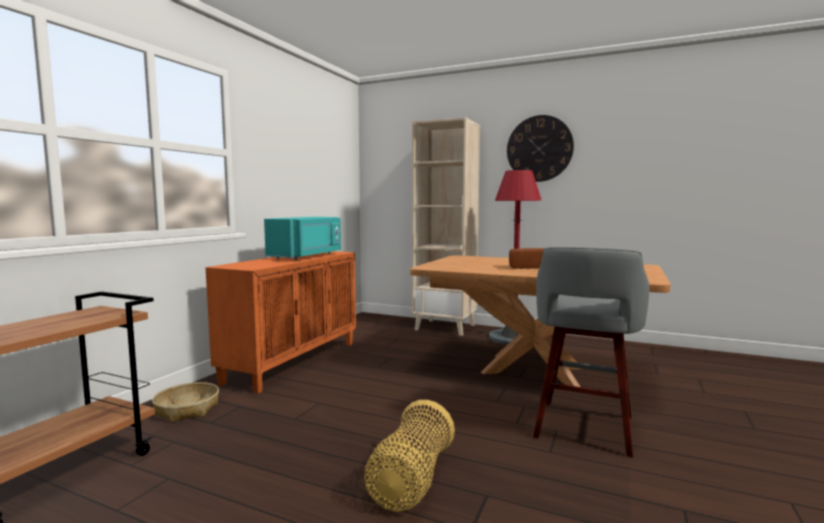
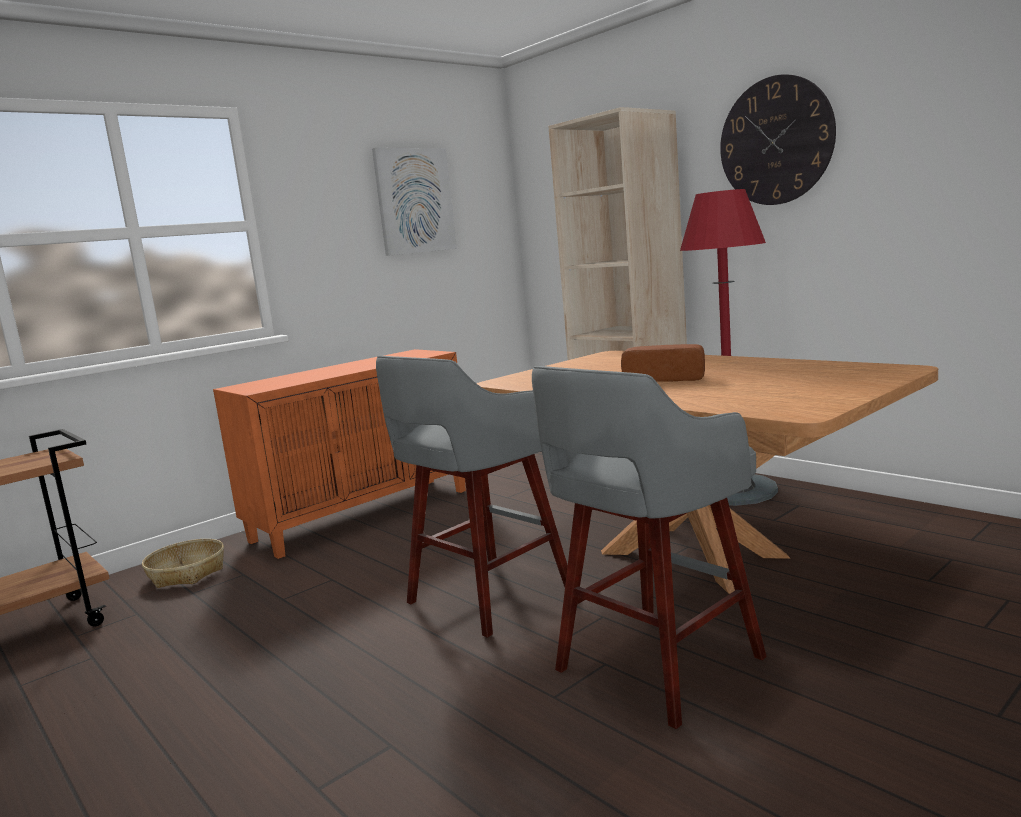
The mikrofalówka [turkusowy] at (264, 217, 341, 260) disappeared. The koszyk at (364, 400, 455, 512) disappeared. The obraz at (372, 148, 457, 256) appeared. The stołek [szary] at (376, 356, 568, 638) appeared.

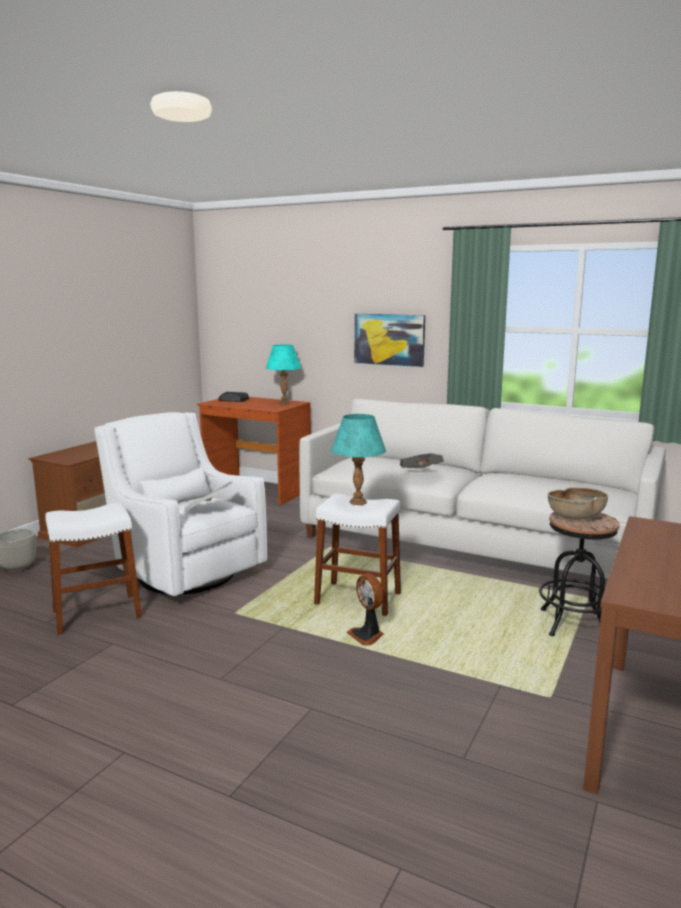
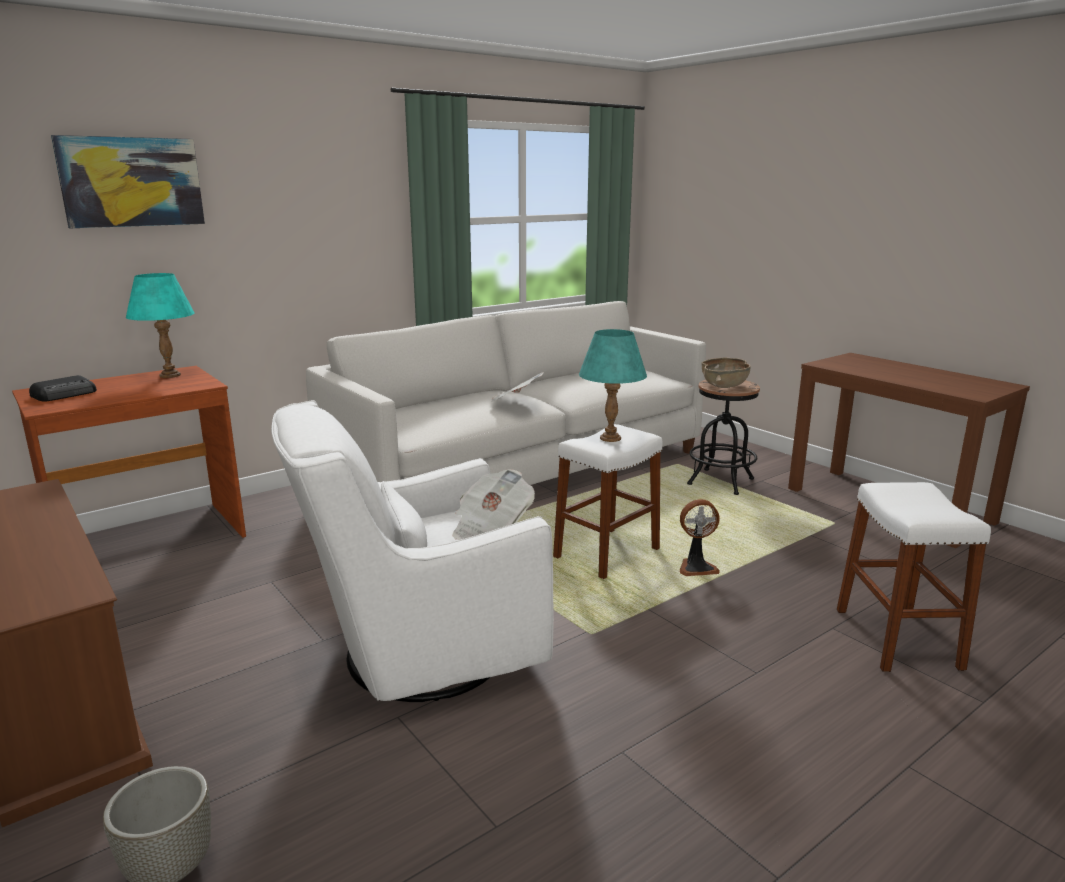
The obraz moved from (354, 314, 425, 367) to (51, 135, 205, 228). The stołek [biały] moved from (45, 503, 142, 635) to (837, 482, 991, 672).

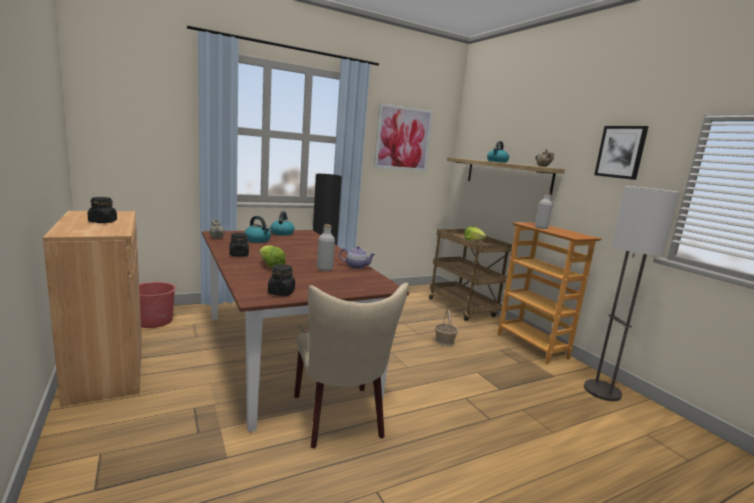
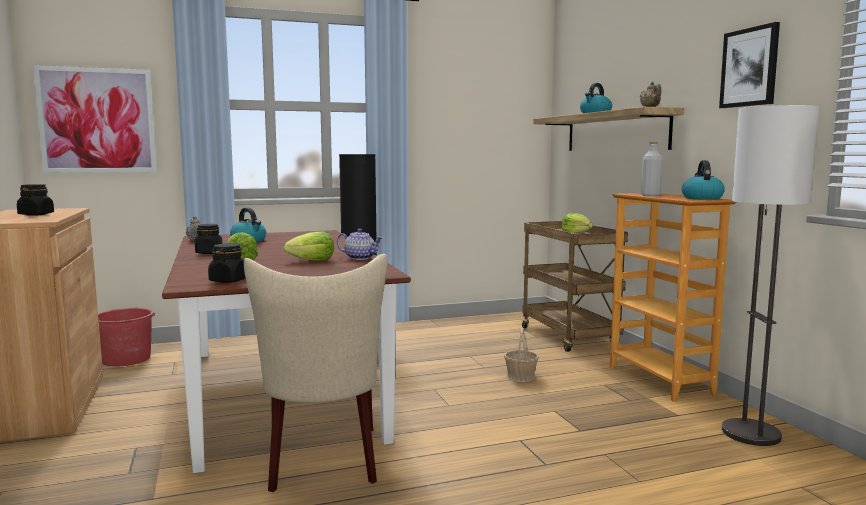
The obraz moved from (374, 103, 433, 171) to (33, 65, 157, 173). The czajnik moved from (270, 211, 295, 236) to (682, 160, 725, 200). The butelka [szary] at (317, 225, 335, 271) was replaced by the sałata at (283, 231, 334, 261).

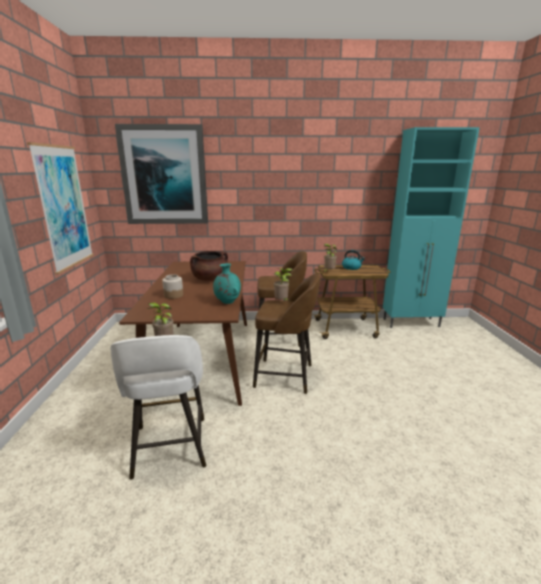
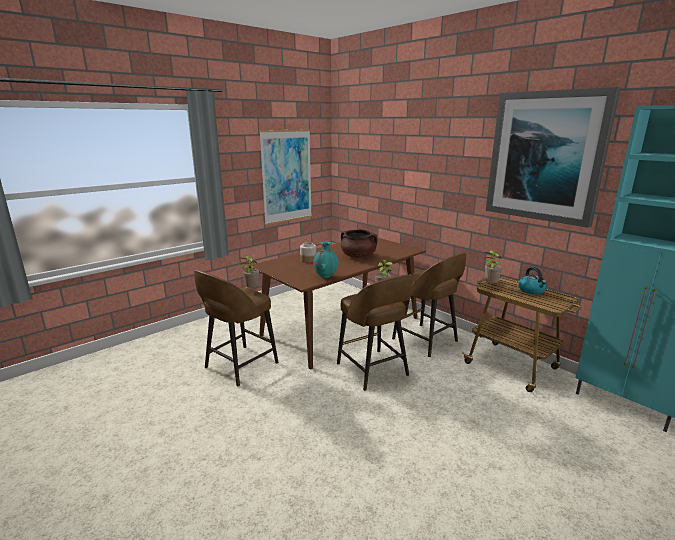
The obraz moved from (115, 124, 208, 224) to (486, 87, 621, 228). The stołek [biały] at (111, 335, 206, 479) became the stołek [brązowy] at (194, 270, 278, 386).

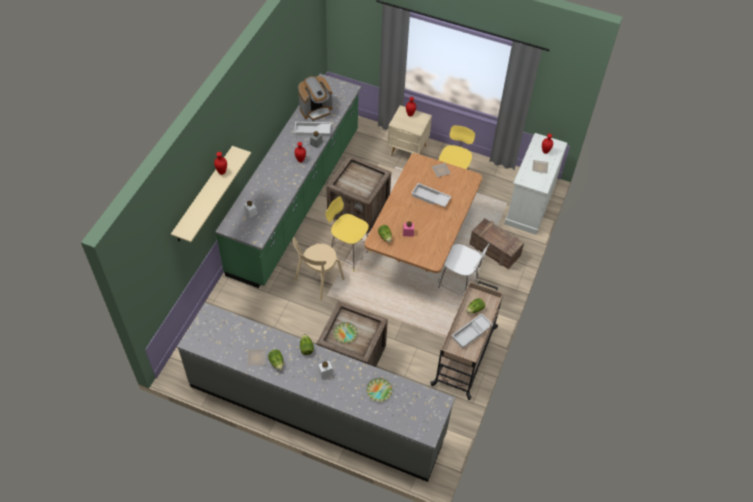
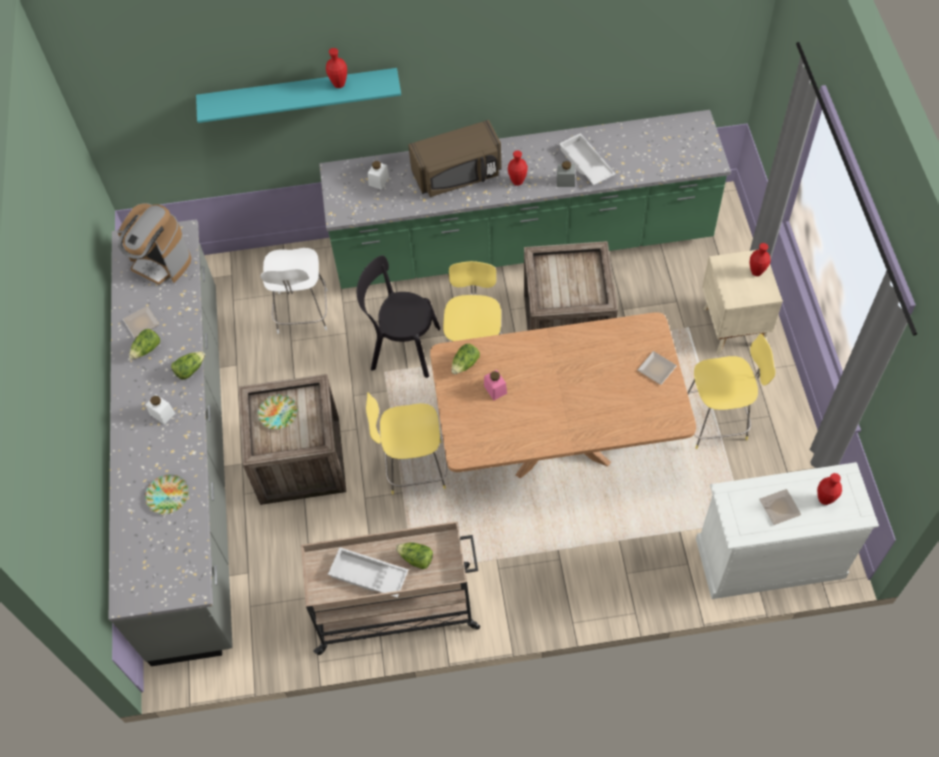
The ekspres do kawy moved from (298, 76, 333, 121) to (118, 203, 191, 286). The półka [beżowy] at (171, 146, 251, 242) became the półka [turkusowy] at (196, 68, 401, 123). The taca [biały] at (412, 183, 452, 207) disappeared. The skrzynka at (470, 218, 524, 269) disappeared. The krzesło [beżowy] at (293, 237, 345, 300) became the krzesło [czarny] at (357, 255, 440, 378). The stołek [biały] moved from (438, 244, 489, 295) to (261, 248, 327, 334). The mikrofalówka [brązowy] at (408, 120, 502, 197) appeared. The stołek [żółty] at (366, 392, 447, 495) appeared.

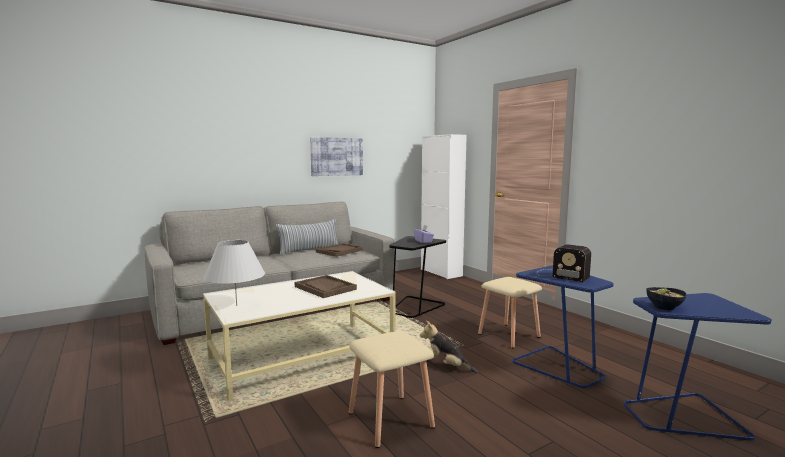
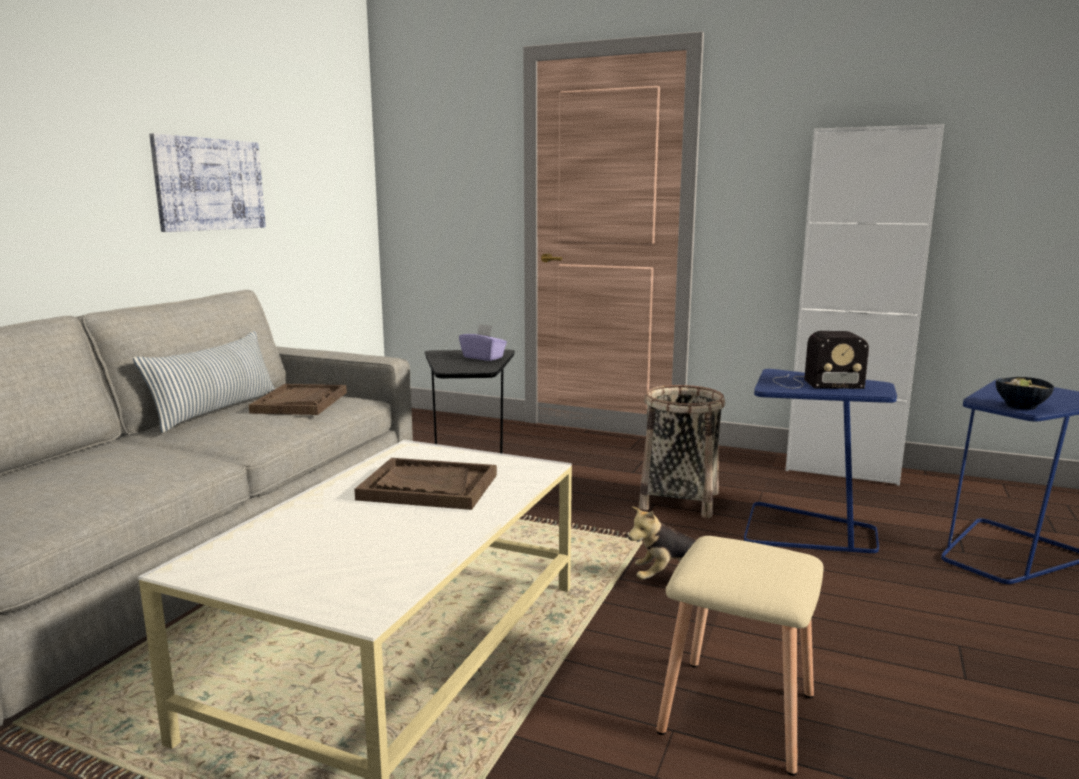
The szafka [biały] moved from (421, 134, 467, 279) to (786, 124, 944, 486). The lampa stołowa [biały] at (203, 240, 265, 306) disappeared. The stołek [beżowy] at (478, 277, 542, 348) was replaced by the koszyk at (639, 385, 725, 518).

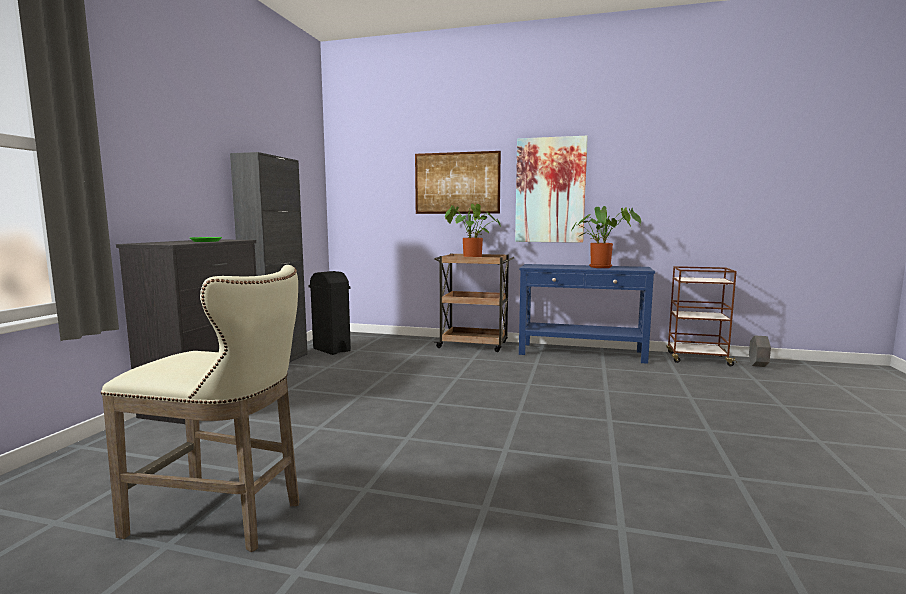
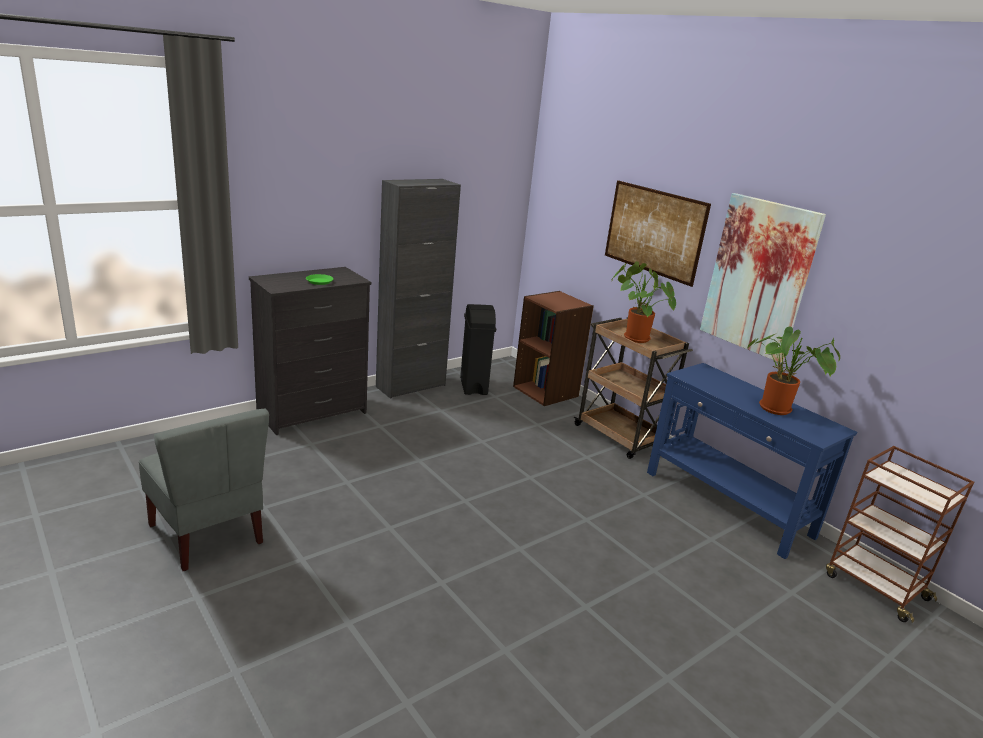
The stołek [beżowy] at (101, 265, 300, 552) was replaced by the krzesło [szary] at (139, 408, 269, 571). The donica [szary] at (749, 335, 771, 367) disappeared. The regał [brązowy] at (513, 291, 594, 406) appeared.

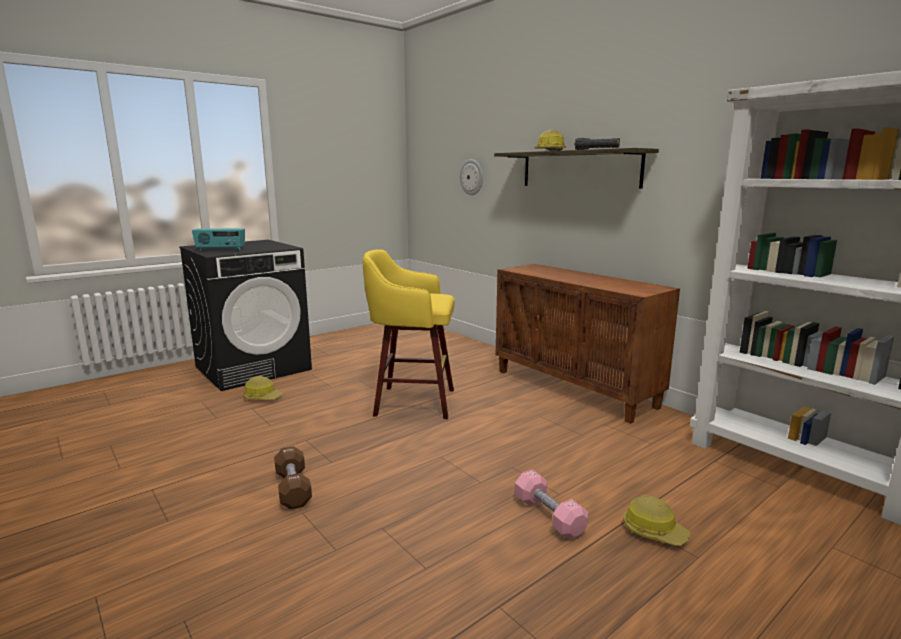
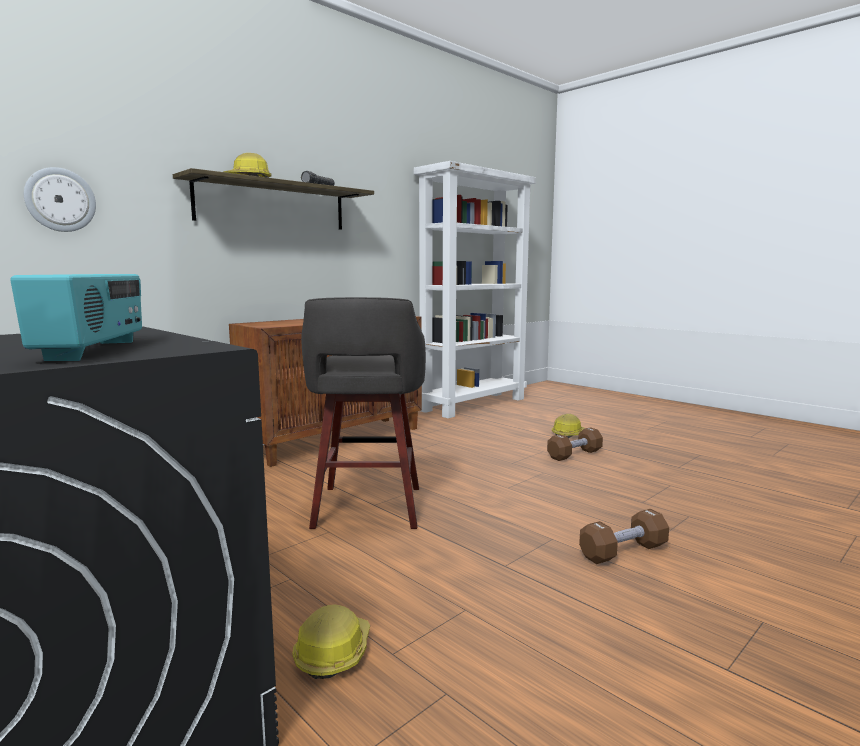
The stołek [żółty] at (363, 250, 454, 419) became the stołek [szary] at (301, 297, 426, 529). The hantel [różowy] at (515, 469, 588, 539) became the hantel [brązowy] at (547, 427, 603, 461).

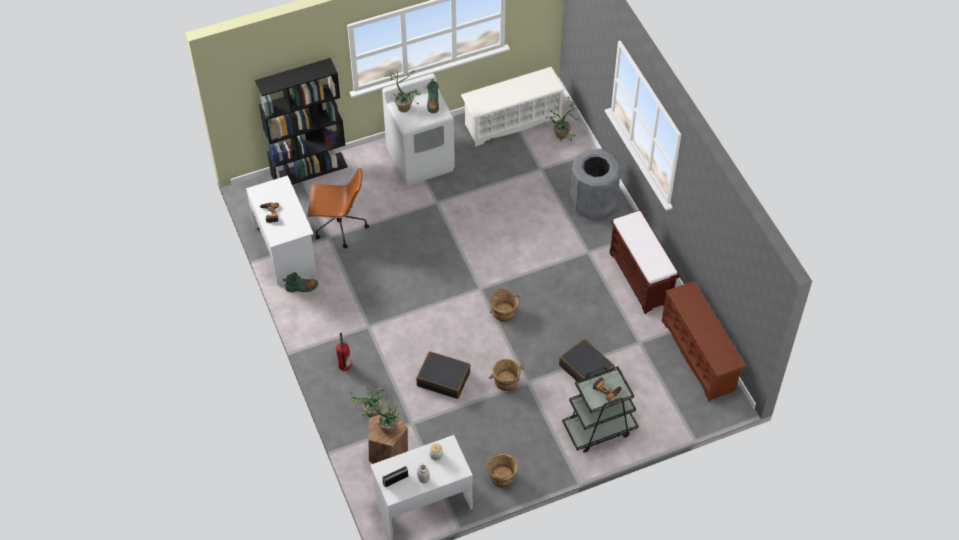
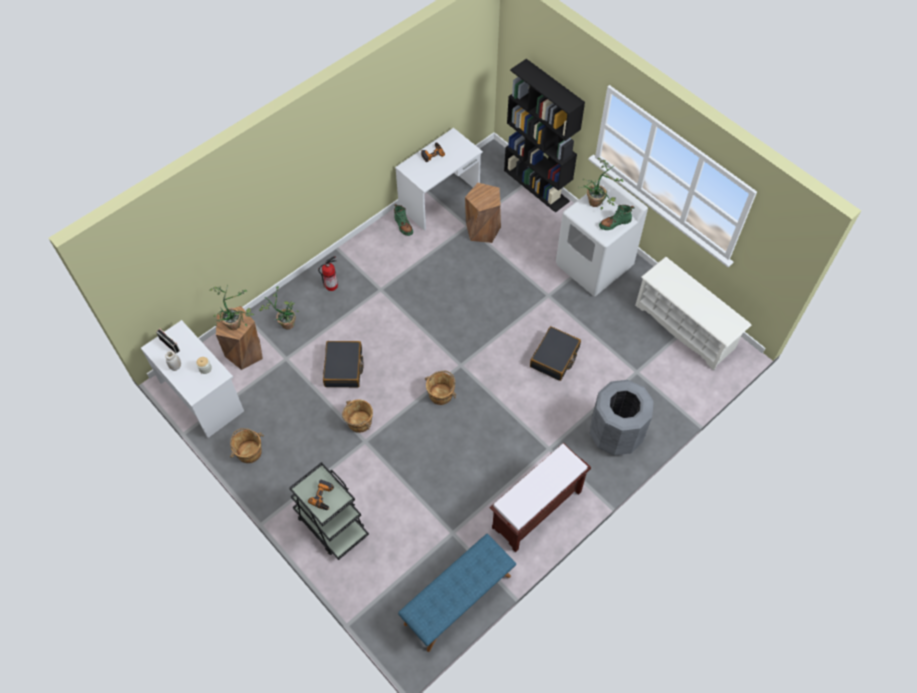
The roślina doniczkowa at (545, 97, 581, 142) disappeared. The krzesło biurowe [brązowy] at (308, 168, 369, 248) was replaced by the stołek [brązowy] at (465, 183, 501, 243). The regał na buty [brązowy] at (662, 281, 746, 402) was replaced by the ławka [niebieski] at (398, 534, 516, 652). The walizka [czarny] moved from (559, 339, 615, 382) to (530, 326, 581, 381).

